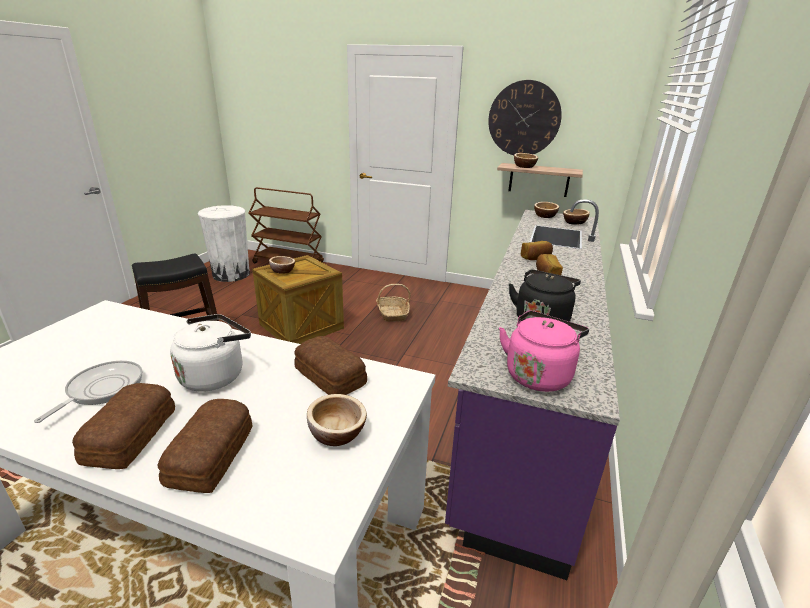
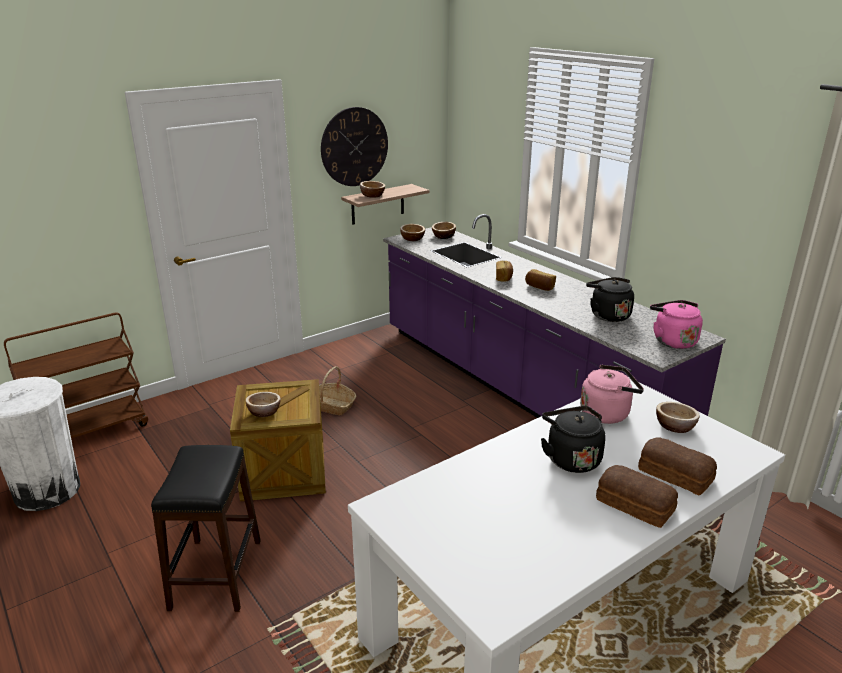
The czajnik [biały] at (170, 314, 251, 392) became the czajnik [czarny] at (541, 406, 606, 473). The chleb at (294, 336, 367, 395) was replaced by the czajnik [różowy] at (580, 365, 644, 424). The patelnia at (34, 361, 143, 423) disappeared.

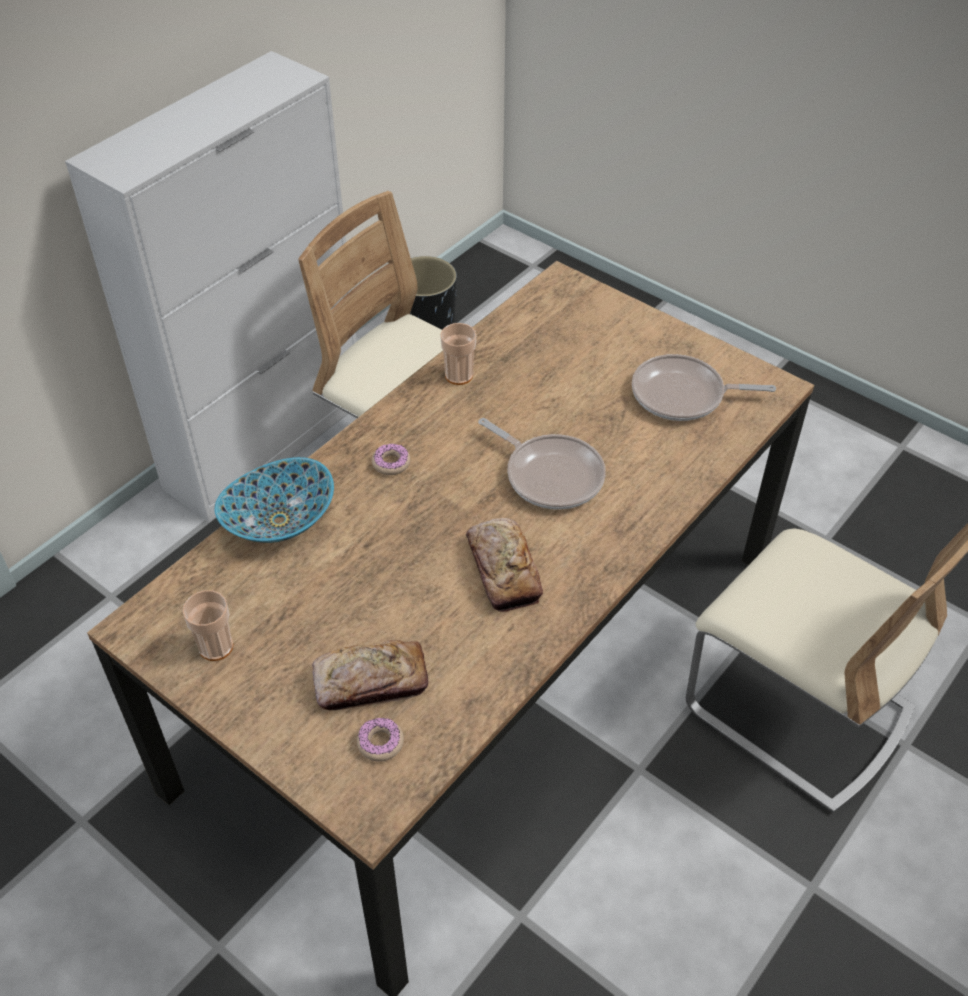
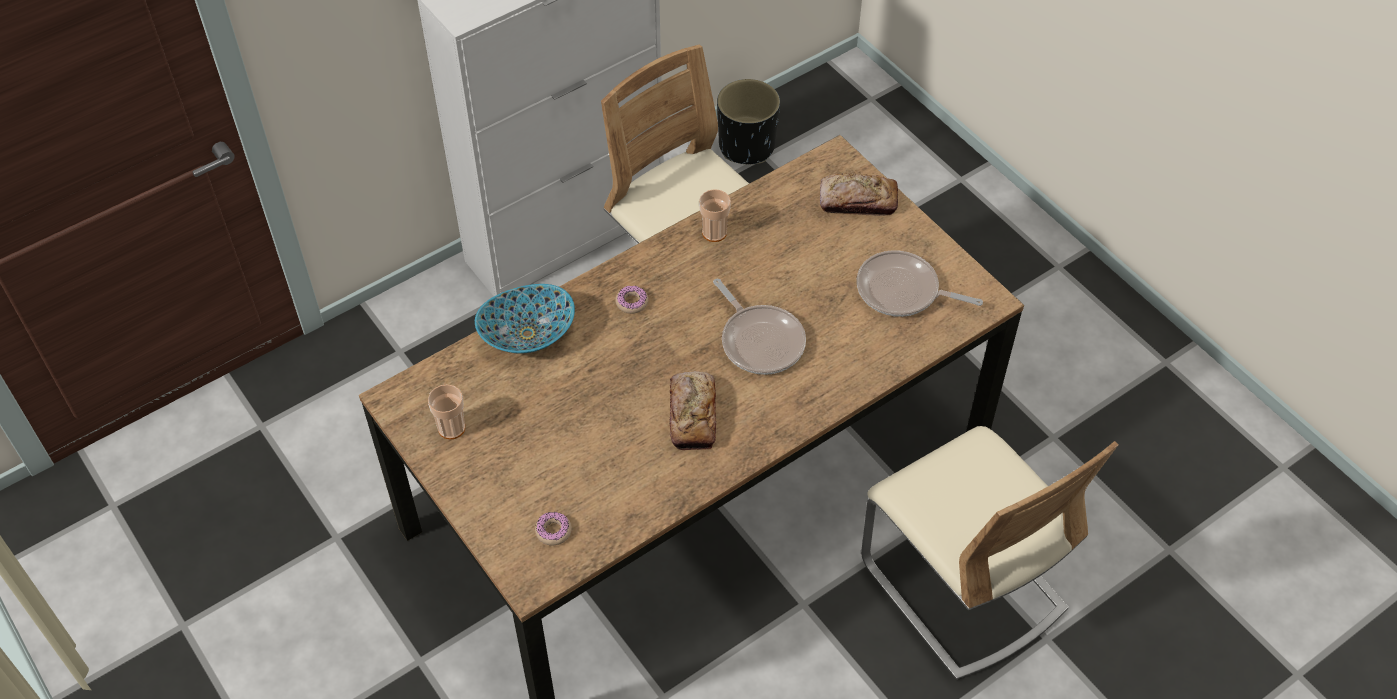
The chleb moved from (312, 640, 428, 710) to (820, 173, 898, 216).

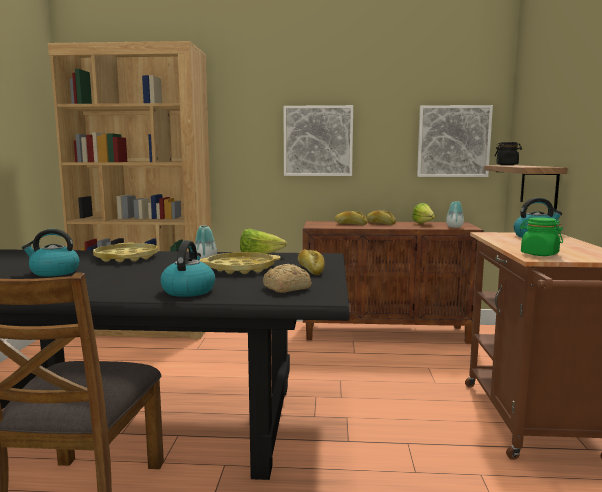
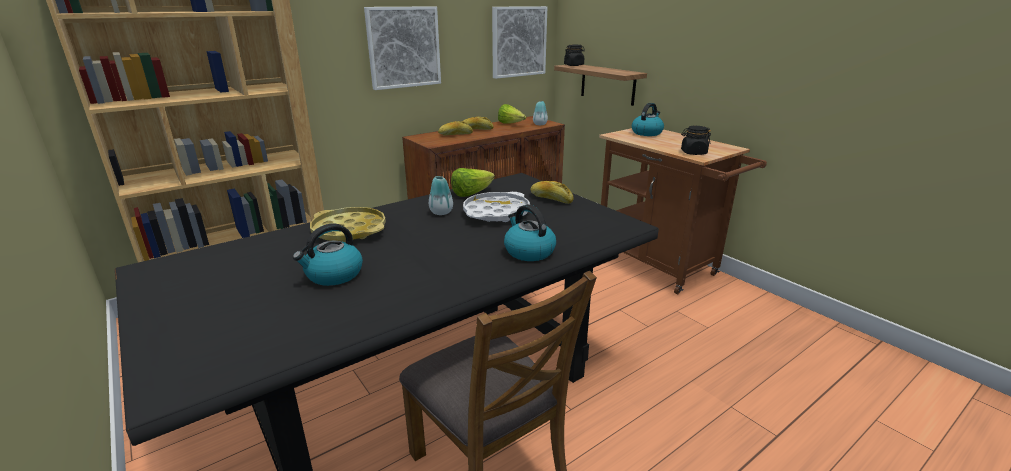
The słoik [zielony] at (520, 217, 563, 256) became the słoik [czarny] at (681, 126, 711, 155). The taca [żółty] at (200, 252, 281, 274) became the taca [biały] at (463, 192, 530, 222). The chleb at (263, 264, 311, 293) disappeared.

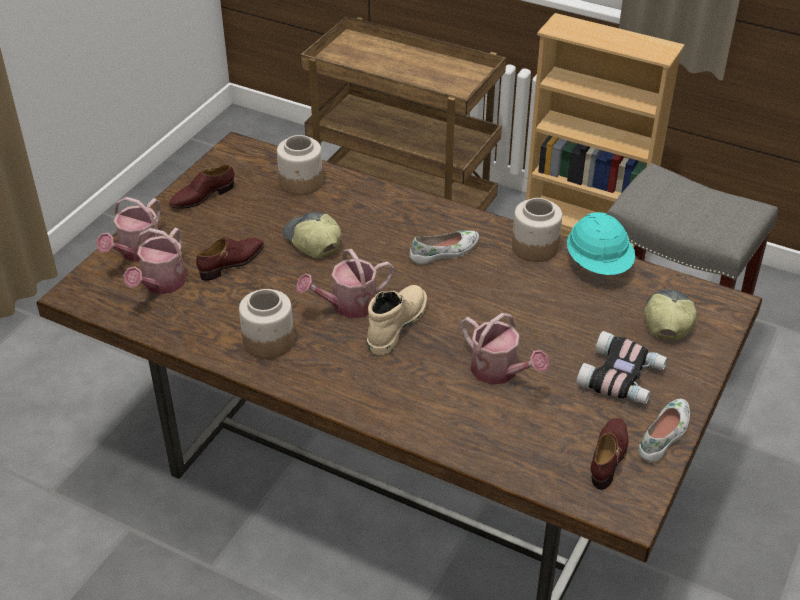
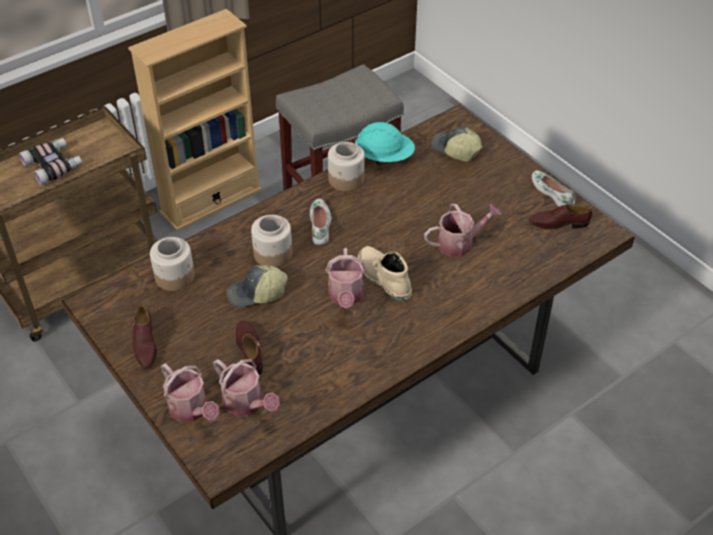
The słoik moved from (239, 289, 294, 359) to (251, 215, 292, 267). The lornetka moved from (576, 331, 668, 404) to (19, 138, 82, 185). The but [brązowy] at (590, 418, 629, 490) turned 45 degrees counterclockwise.

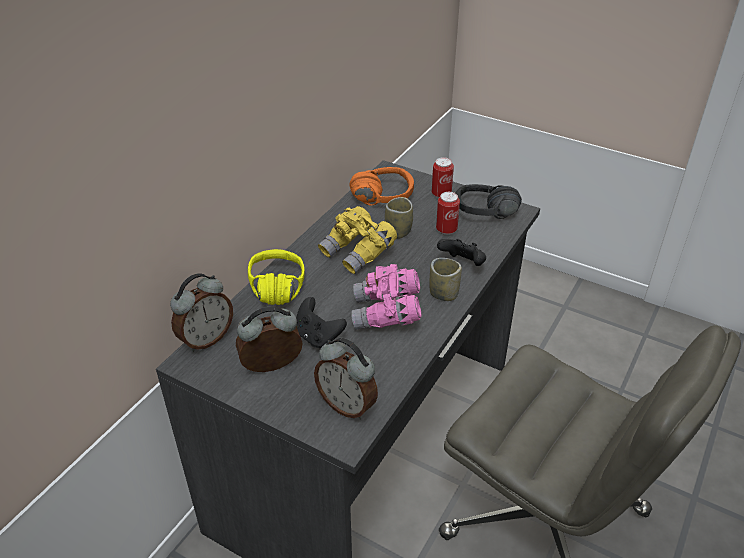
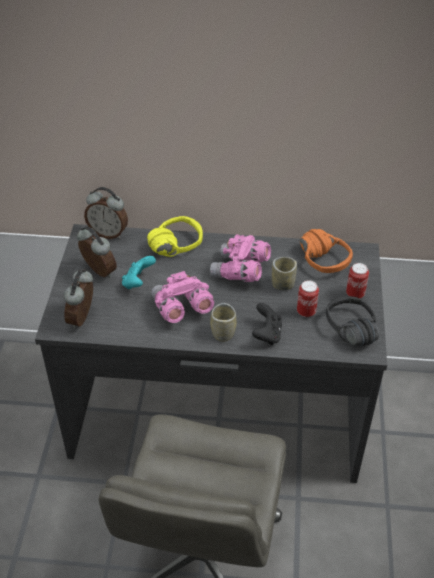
The lornetka [żółty] at (318, 206, 397, 274) became the lornetka [różowy] at (210, 234, 271, 282). The pad do gier [czarny] at (296, 297, 347, 348) became the pad do gier [turkusowy] at (122, 256, 156, 289).

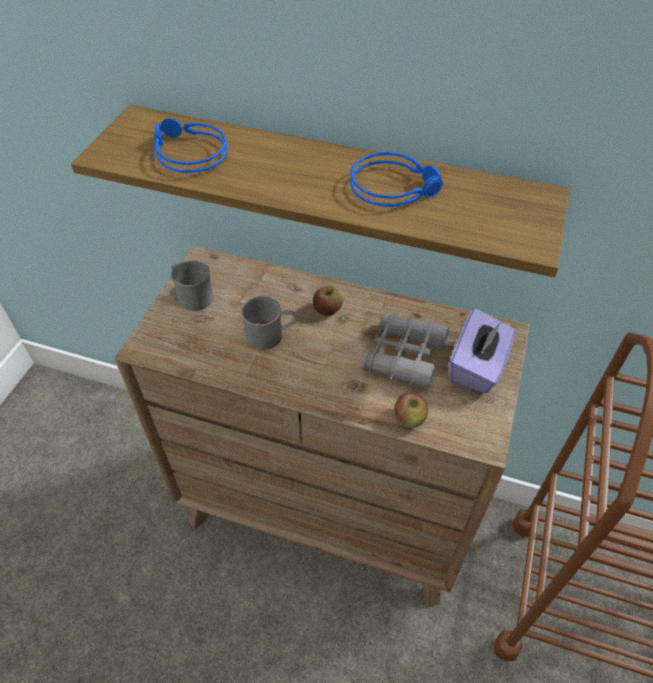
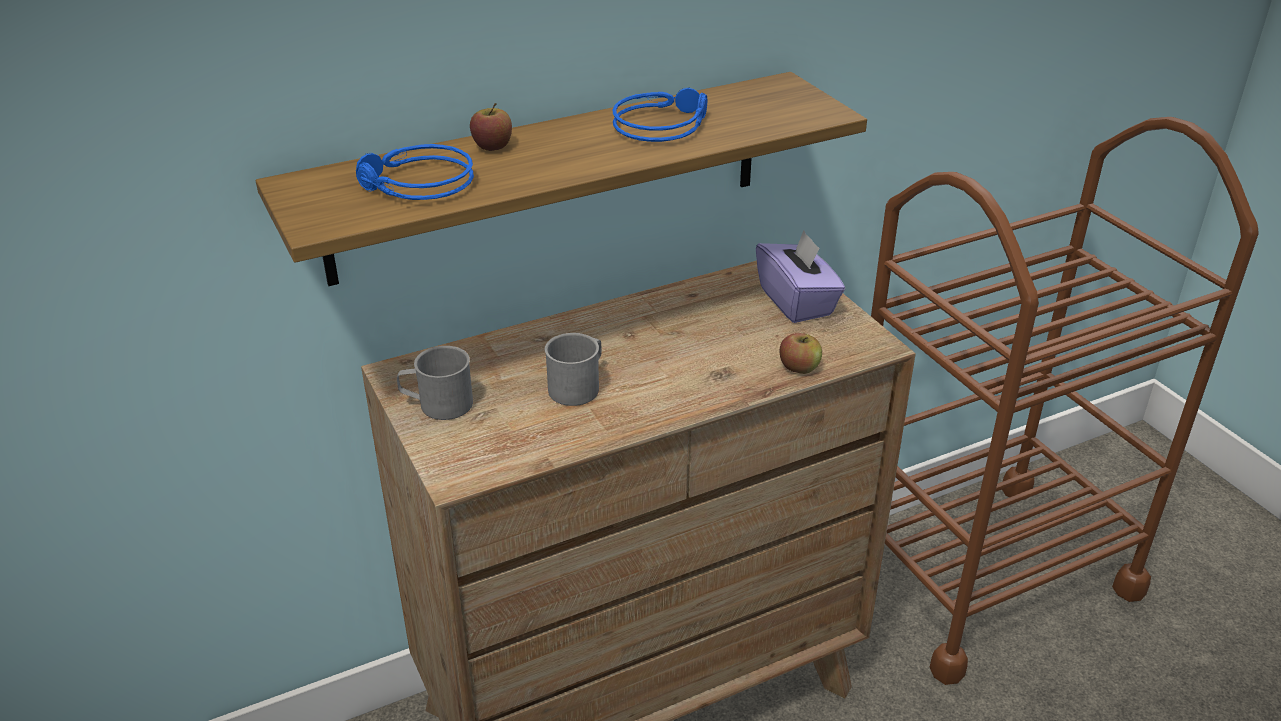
The jabłko moved from (313, 286, 343, 316) to (470, 103, 512, 151). The lornetka [szary] at (362, 312, 449, 388) disappeared.

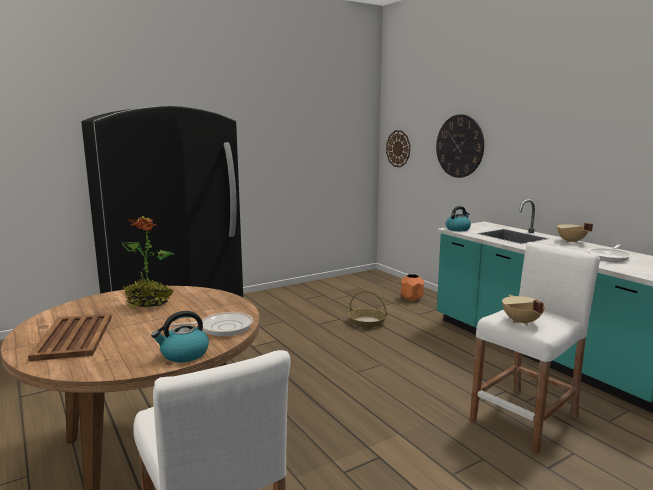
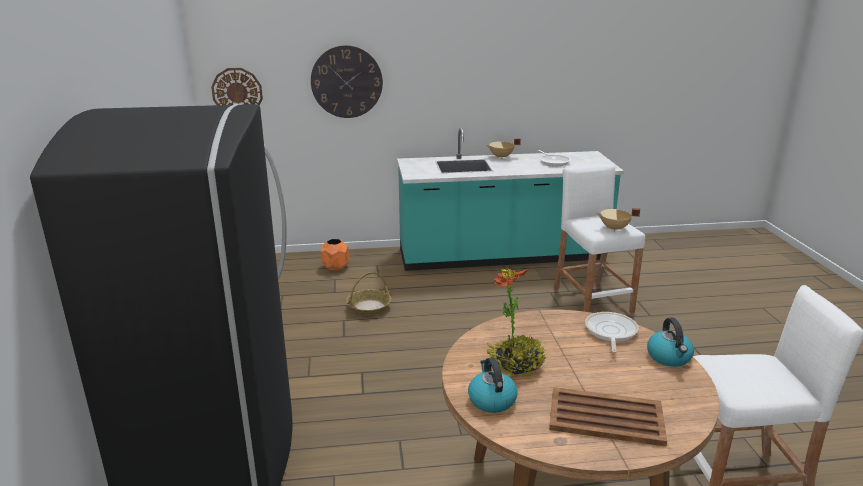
The czajnik moved from (446, 206, 471, 231) to (468, 357, 518, 413).

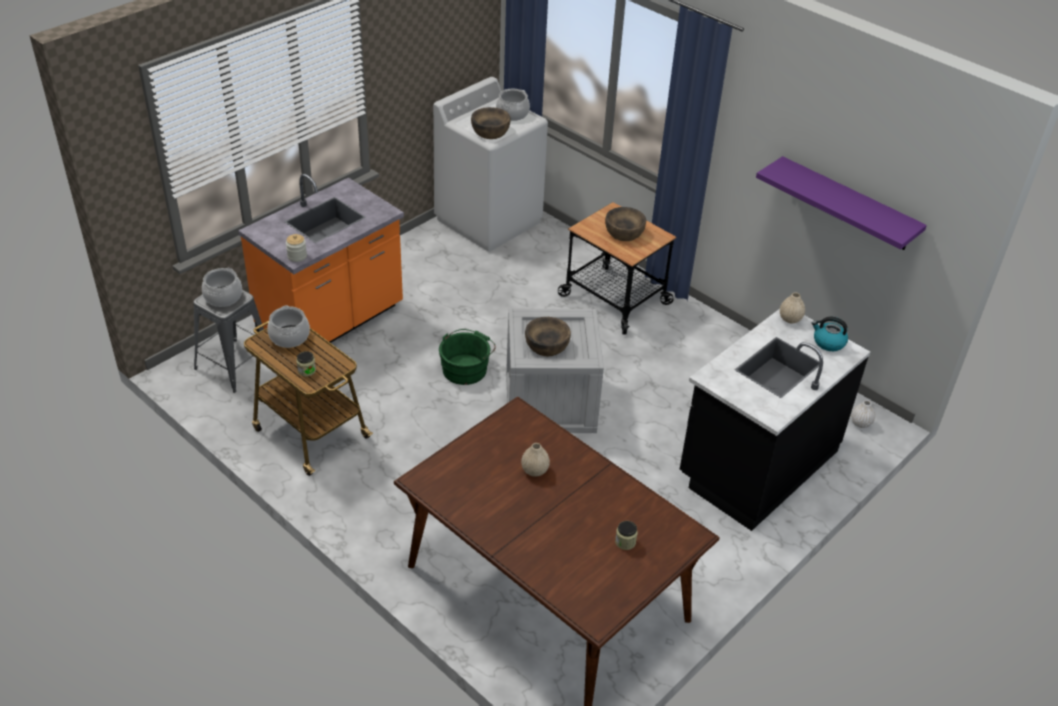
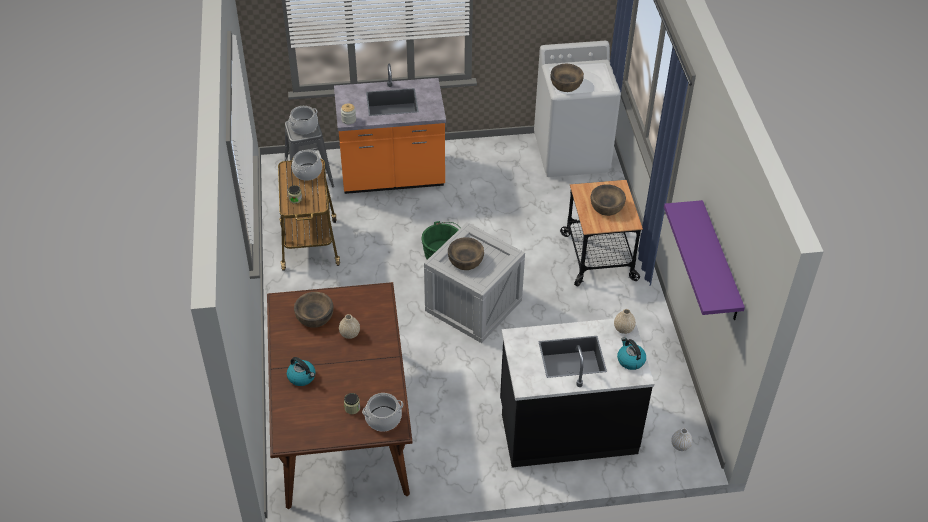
The garnek moved from (496, 89, 530, 121) to (362, 393, 403, 431). The miska [brązowy] at (294, 292, 333, 328) appeared. The czajnik at (287, 357, 316, 386) appeared.

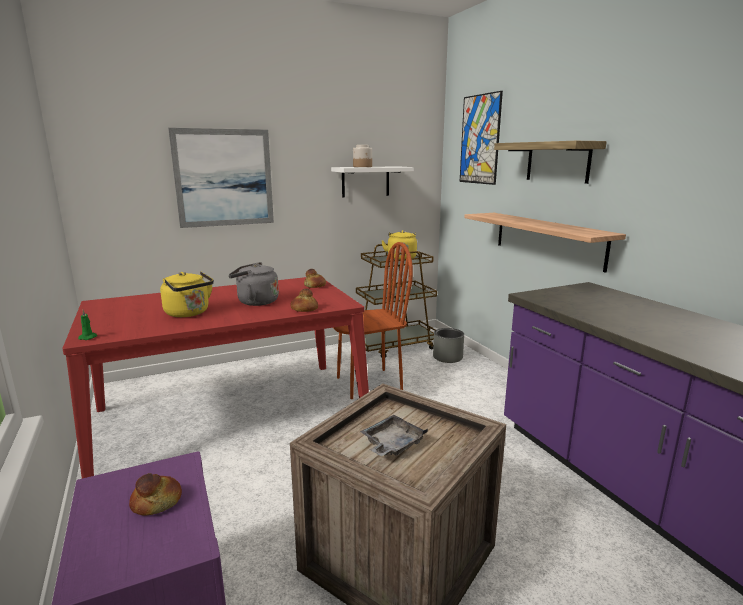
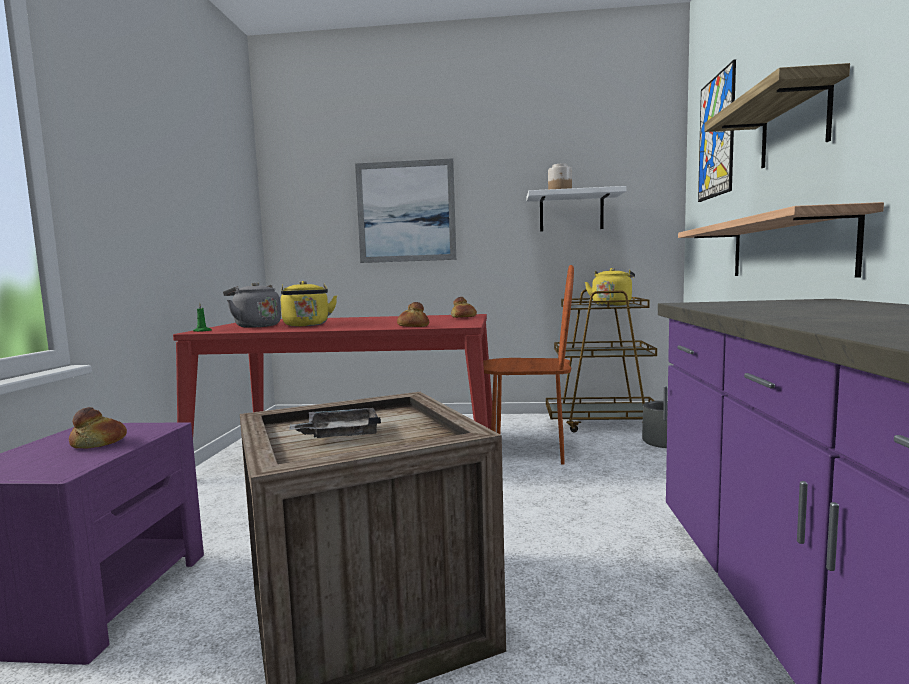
The czajnik [szary] moved from (229, 262, 279, 306) to (223, 282, 281, 328).

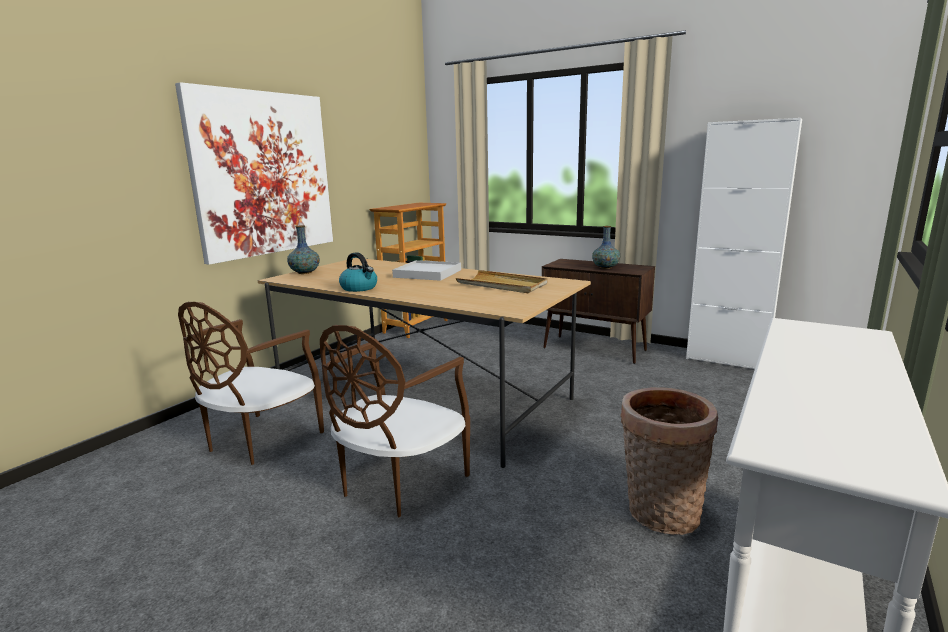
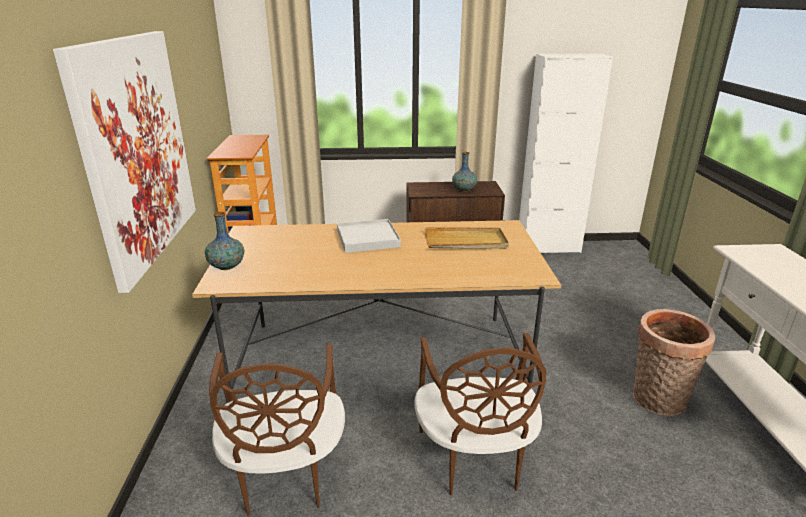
The czajnik at (339, 252, 377, 292) disappeared.

